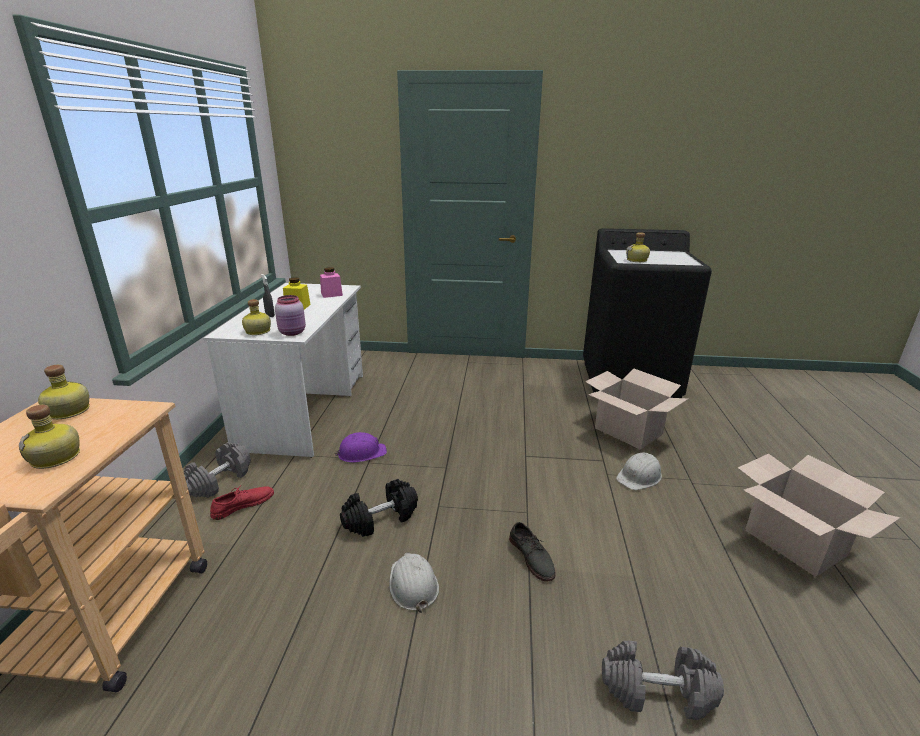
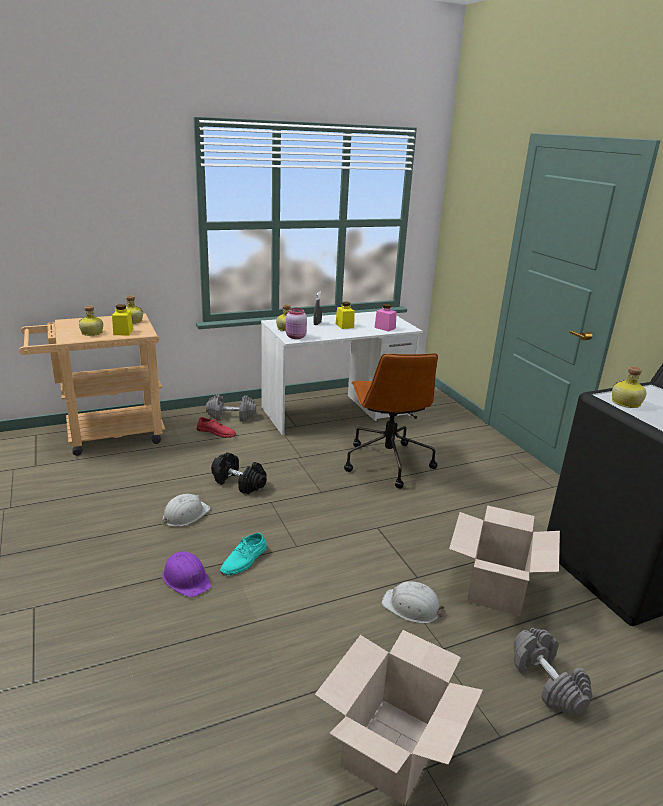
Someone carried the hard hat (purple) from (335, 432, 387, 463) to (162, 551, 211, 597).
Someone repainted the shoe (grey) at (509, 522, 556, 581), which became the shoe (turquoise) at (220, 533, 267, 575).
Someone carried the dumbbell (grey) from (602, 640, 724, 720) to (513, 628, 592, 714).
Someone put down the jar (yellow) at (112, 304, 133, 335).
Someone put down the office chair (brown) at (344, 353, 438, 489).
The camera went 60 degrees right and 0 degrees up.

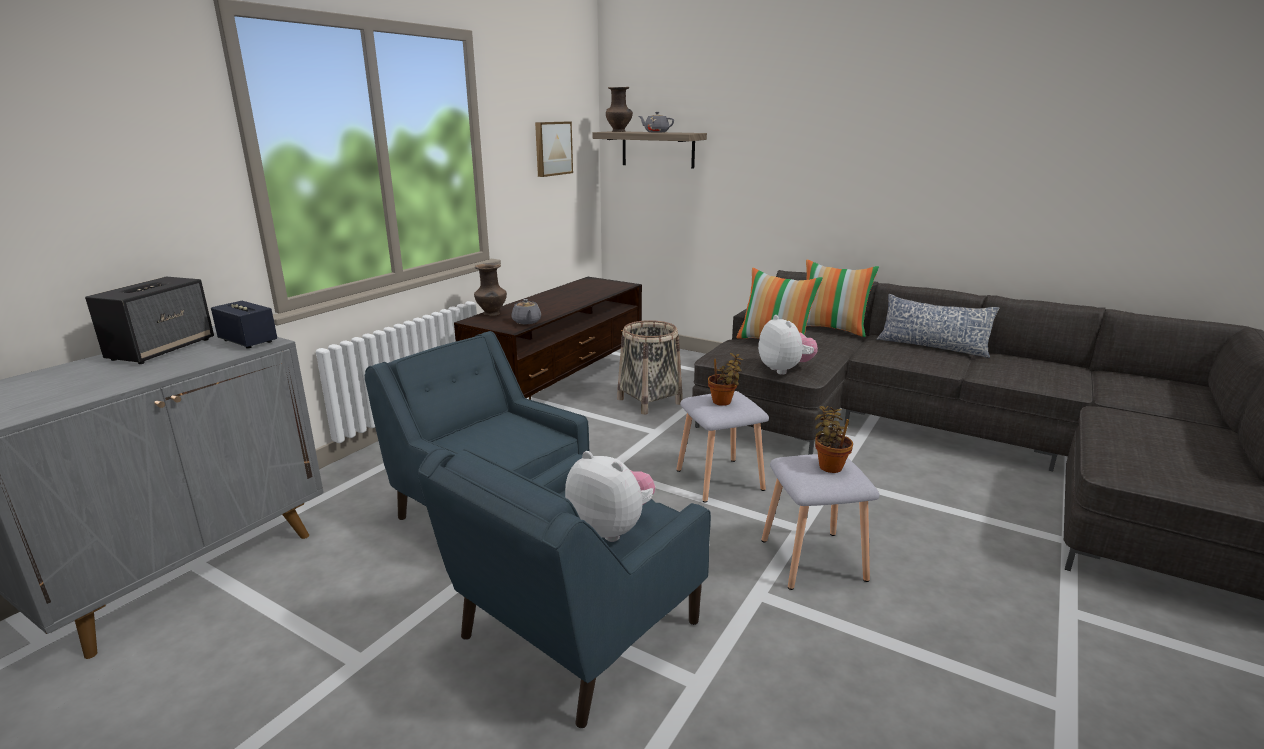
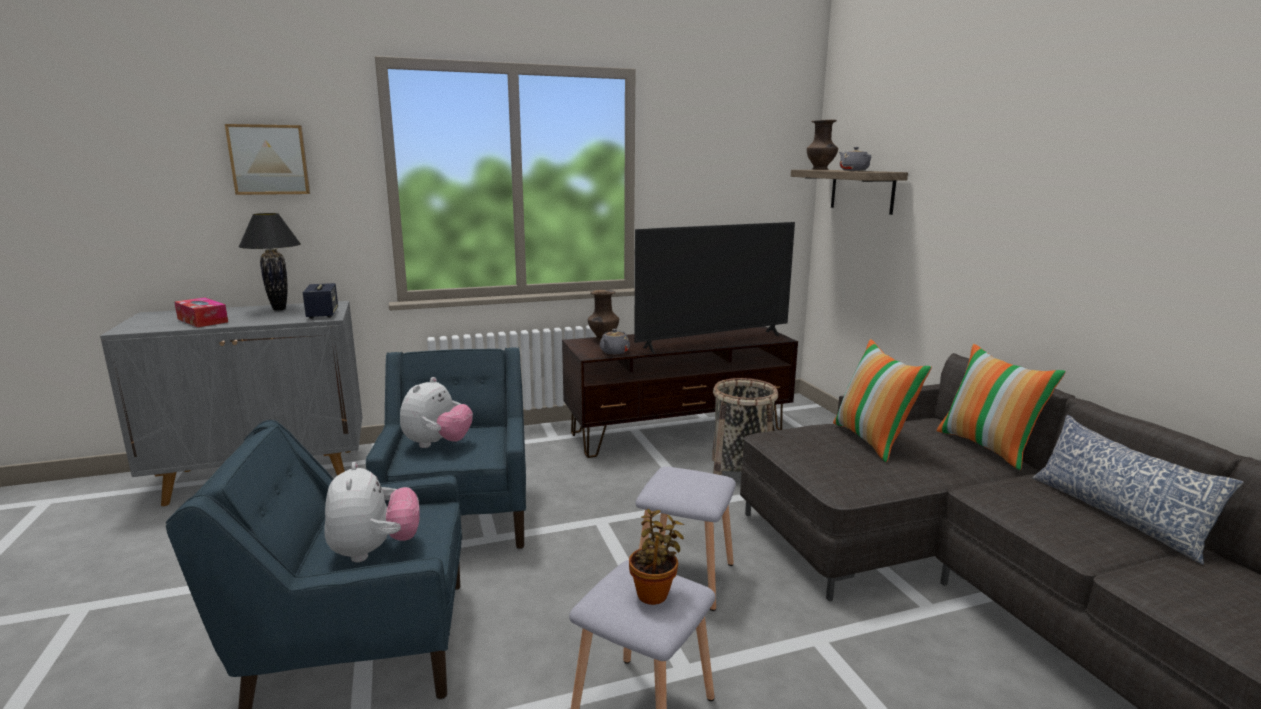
Someone carried the picture from (535, 122, 573, 177) to (225, 124, 310, 195).
Someone swapped the speaker at (85, 277, 214, 364) for the table lamp (black) at (238, 213, 301, 311).
Someone carried the plush toy from (758, 315, 818, 375) to (400, 377, 473, 448).
Someone took away the potted plant at (708, 353, 743, 406).
Someone put down the television at (634, 222, 795, 353).
Someone put down the tissue box at (174, 297, 228, 327).
The camera went 40 degrees right and 5 degrees down.

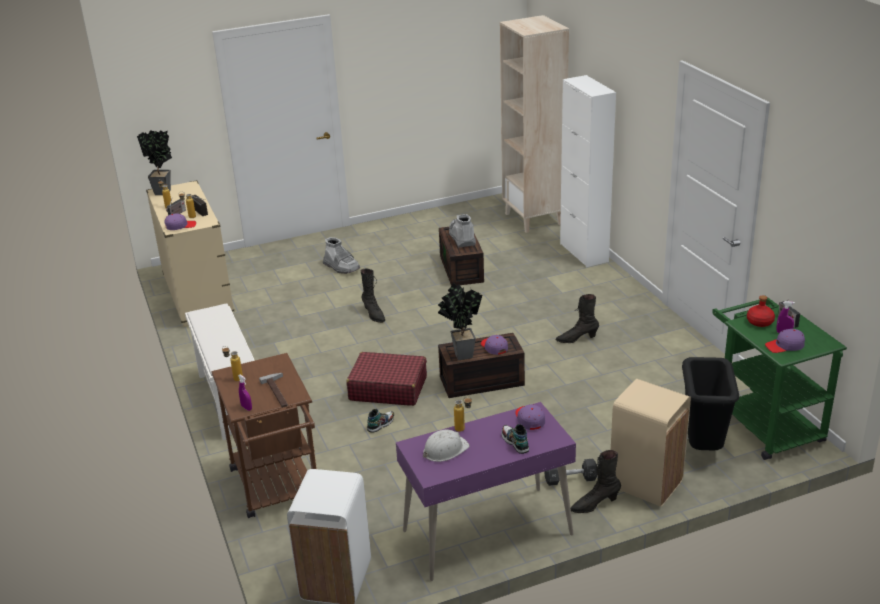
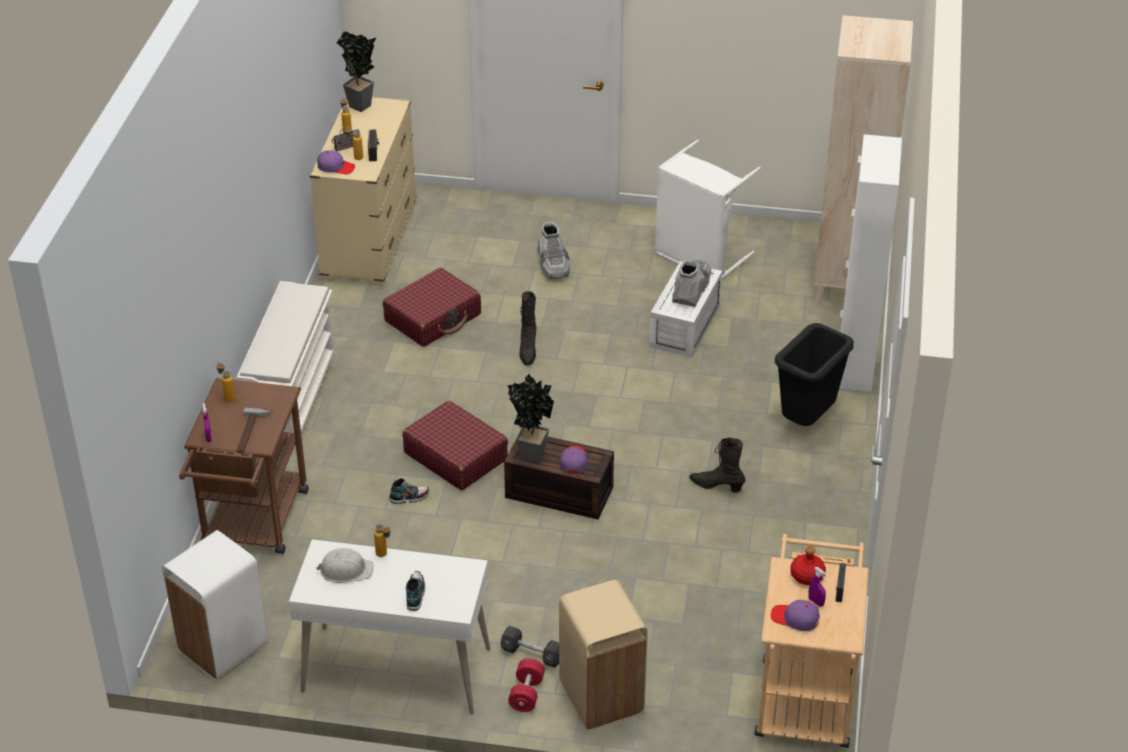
Someone repainted the storage box (brown) at (439, 227, 484, 286), which became the storage box (white) at (649, 261, 722, 358).
Someone repainted the cart (green) at (712, 296, 847, 460), which became the cart (beige) at (755, 534, 869, 748).
Someone carried the trash can (black) from (682, 357, 739, 451) to (775, 323, 854, 426).
Someone repainted the desk (purple) at (396, 402, 576, 581), which became the desk (white) at (289, 539, 490, 715).
Someone took away the cap (purple) at (515, 405, 545, 430).
Someone swapped the boot (black) at (571, 450, 621, 513) for the dumbbell (red) at (508, 658, 545, 712).
Someone put down the laundry basket (white) at (655, 140, 761, 279).
Someone put down the suitcase (red) at (383, 268, 481, 347).
The camera went 30 degrees right and 10 degrees up.

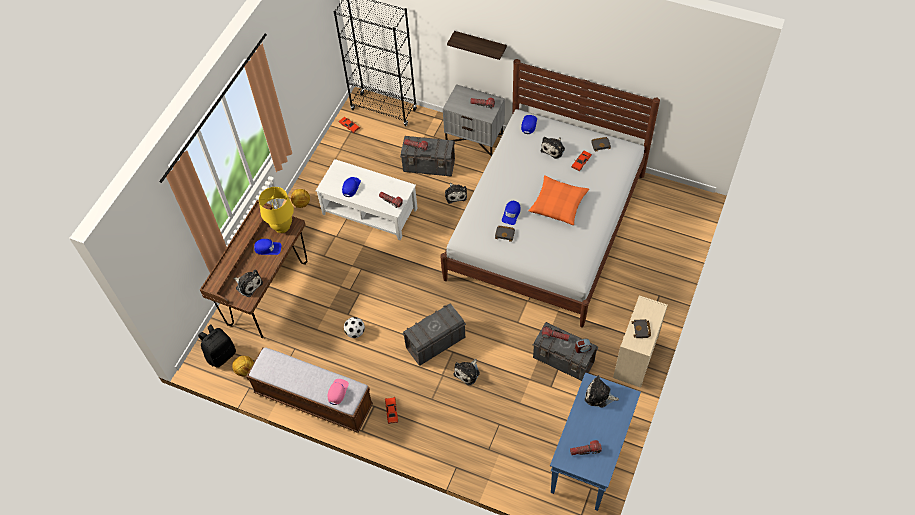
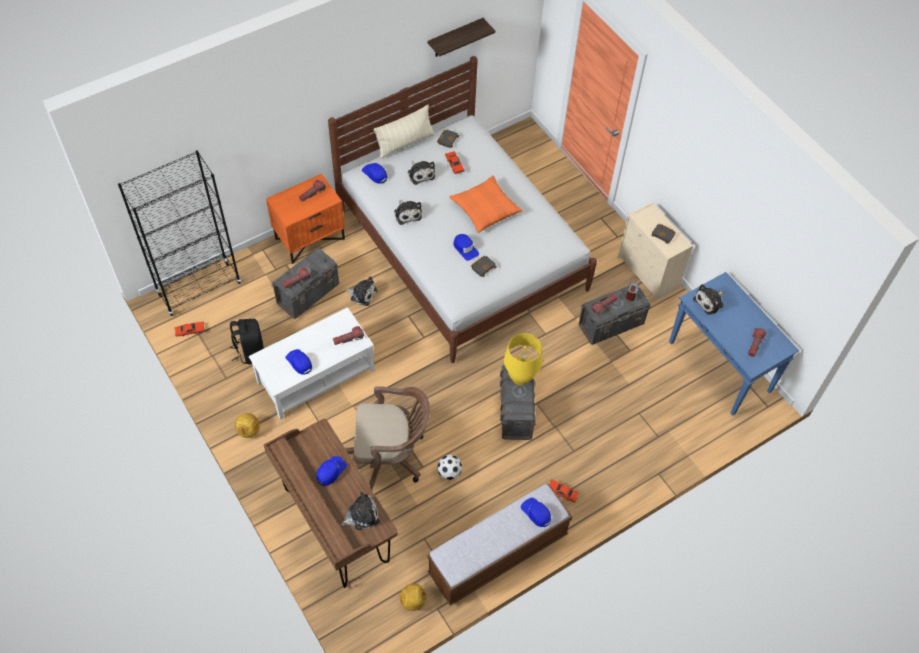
Someone carried the shelf from (447, 31, 507, 60) to (428, 18, 495, 57).
Someone repainted the nightstand (grey) at (443, 84, 505, 156), which became the nightstand (orange) at (266, 174, 345, 264).
Someone carried the table lamp (yellow) from (259, 187, 294, 233) to (504, 333, 542, 385).
Someone carried the backpack (black) from (198, 324, 236, 368) to (230, 319, 264, 364).
Someone carried the plush toy from (453, 359, 480, 385) to (394, 200, 422, 225).
Someone repainted the cap (pink) at (327, 379, 349, 405), which became the cap (blue) at (521, 498, 551, 527).
Someone put down the pillow (beige) at (374, 105, 435, 159).
Someone put down the office chair (brown) at (345, 386, 430, 490).
The camera went 60 degrees left and 0 degrees up.

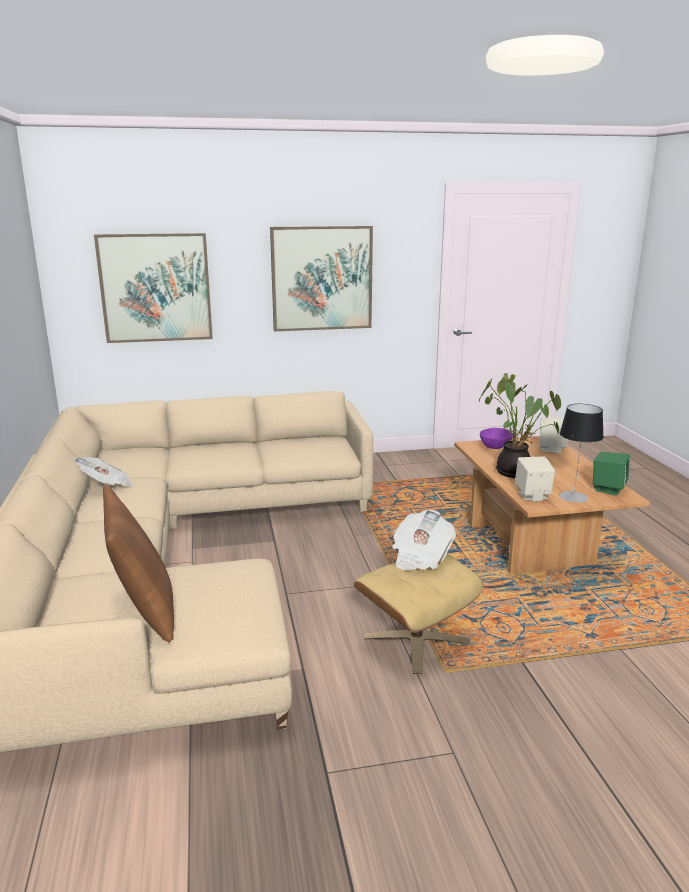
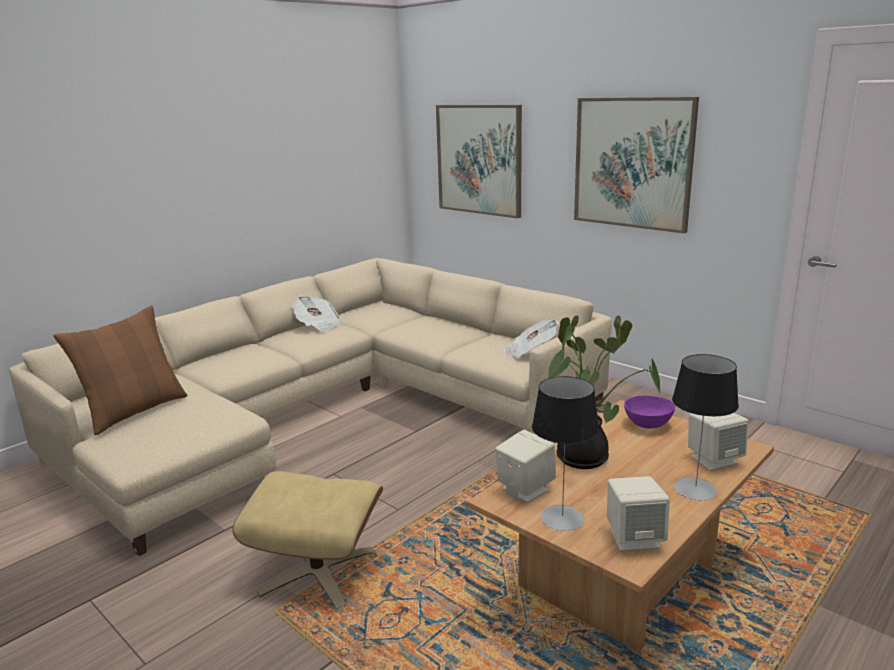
Someone repainted the speaker (green) at (593, 452, 630, 496), which became the speaker (beige) at (607, 476, 670, 551).
Someone carried the newspaper from (393, 510, 456, 570) to (502, 319, 559, 358).
Someone put down the table lamp at (672, 354, 739, 501).
The camera went 55 degrees right and 0 degrees up.

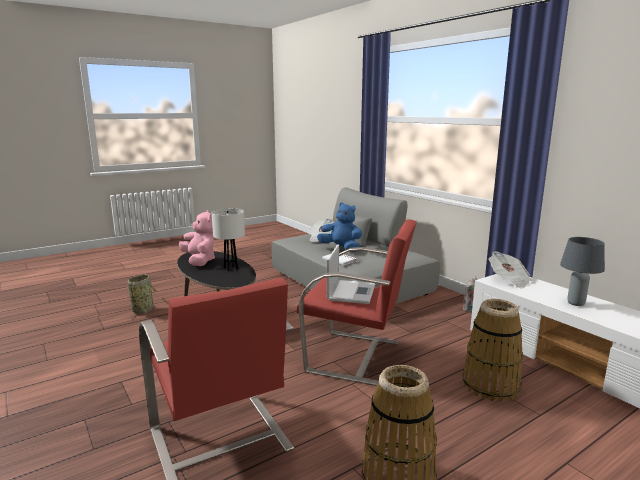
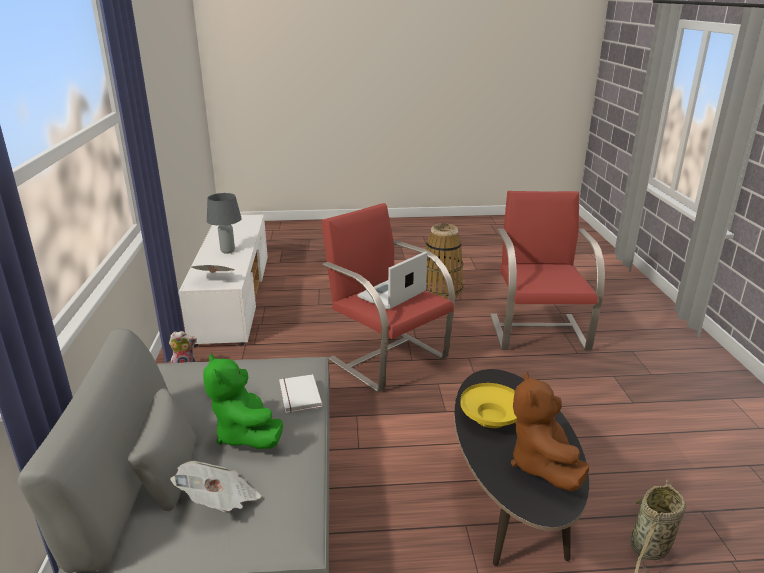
Someone repainted the plush toy (blue) at (317, 202, 362, 252), which became the plush toy (green) at (203, 354, 283, 449).
Someone swapped the table lamp (white) at (211, 208, 245, 271) for the bowl (yellow) at (460, 383, 517, 428).
Someone repainted the plush toy (pink) at (179, 210, 215, 266), which became the plush toy (brown) at (511, 372, 589, 491).
Someone took away the basket at (463, 299, 523, 402).
The camera went 150 degrees left and 10 degrees up.

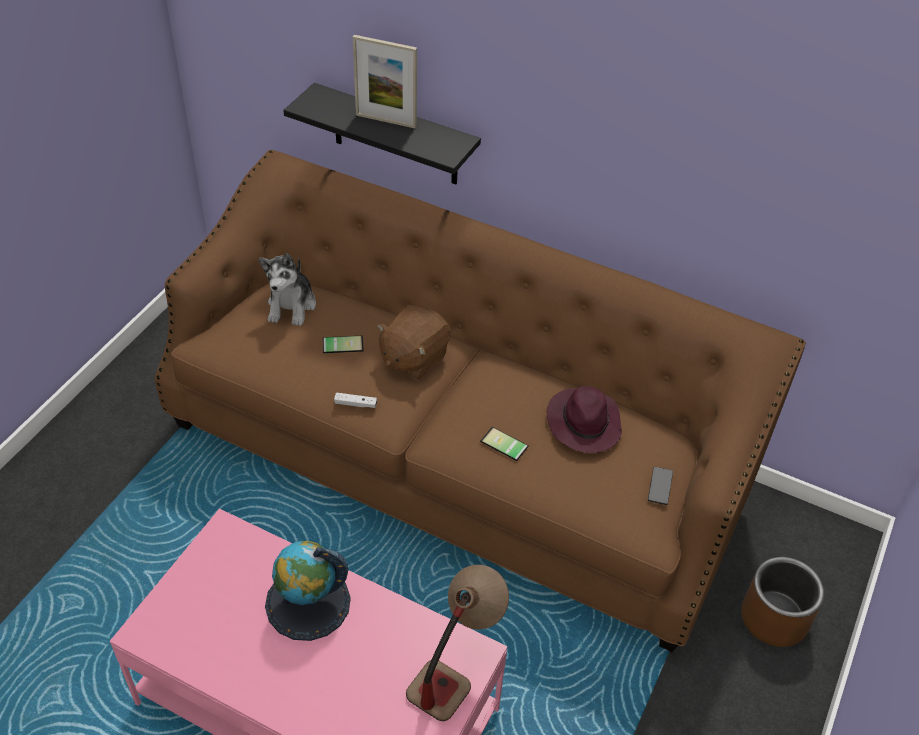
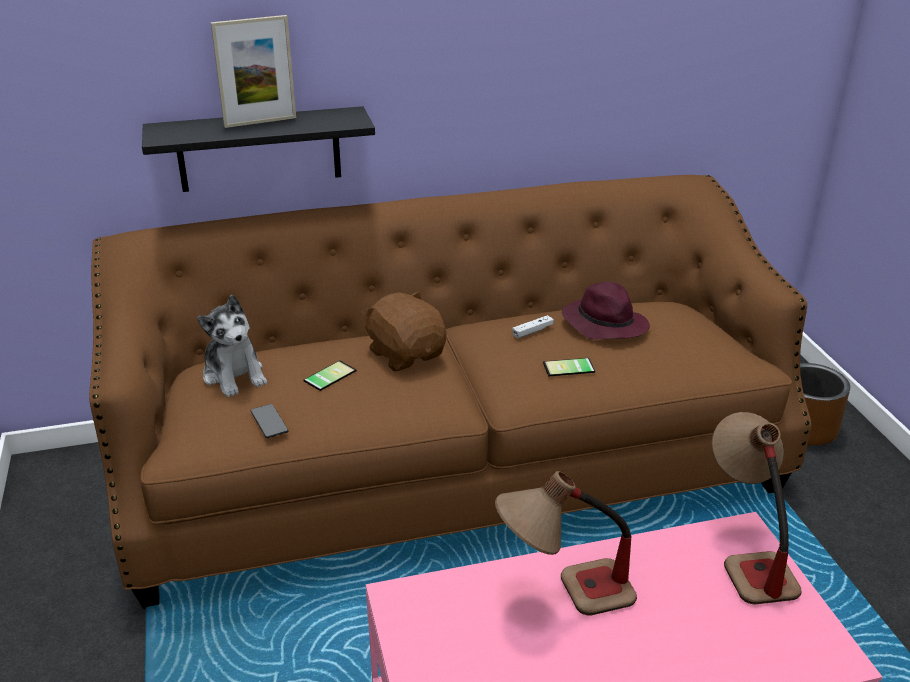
Someone rotated the plush toy (brown) at (377, 305, 451, 380) by 150 degrees clockwise.
Someone carried the game controller (white) from (334, 392, 377, 408) to (512, 315, 554, 338).
Someone carried the phone from (648, 466, 673, 505) to (251, 404, 288, 438).
Someone swapped the globe at (265, 541, 351, 641) for the table lamp at (495, 471, 637, 616).
The camera went 40 degrees left and 15 degrees down.

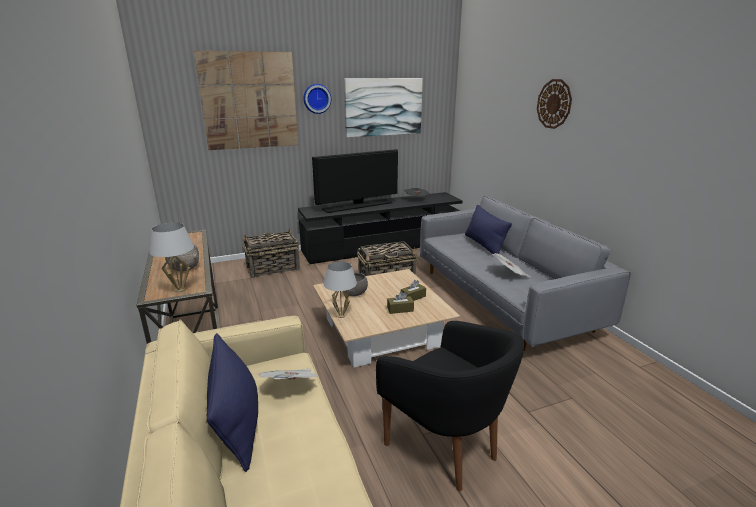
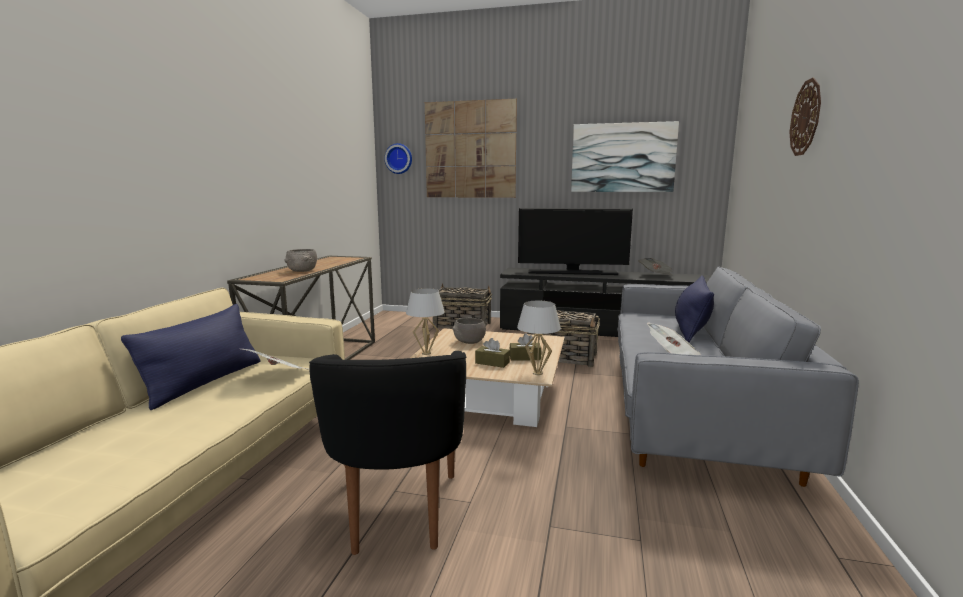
Someone carried the wall clock from (303, 84, 331, 114) to (385, 143, 412, 174).
Someone carried the table lamp (white) from (149, 223, 194, 292) to (517, 301, 561, 375).
The camera went 35 degrees right and 10 degrees down.

